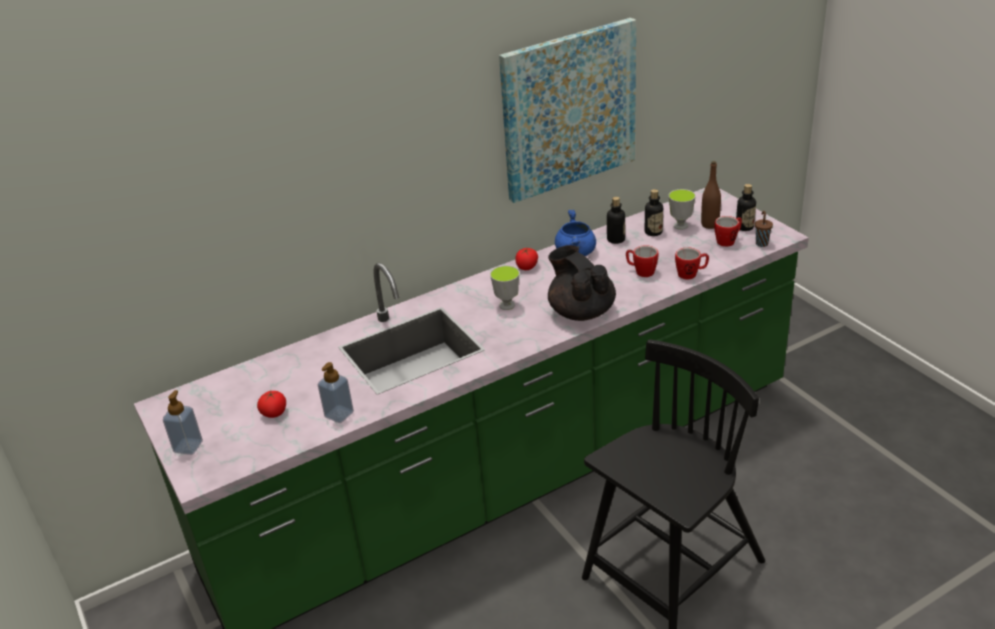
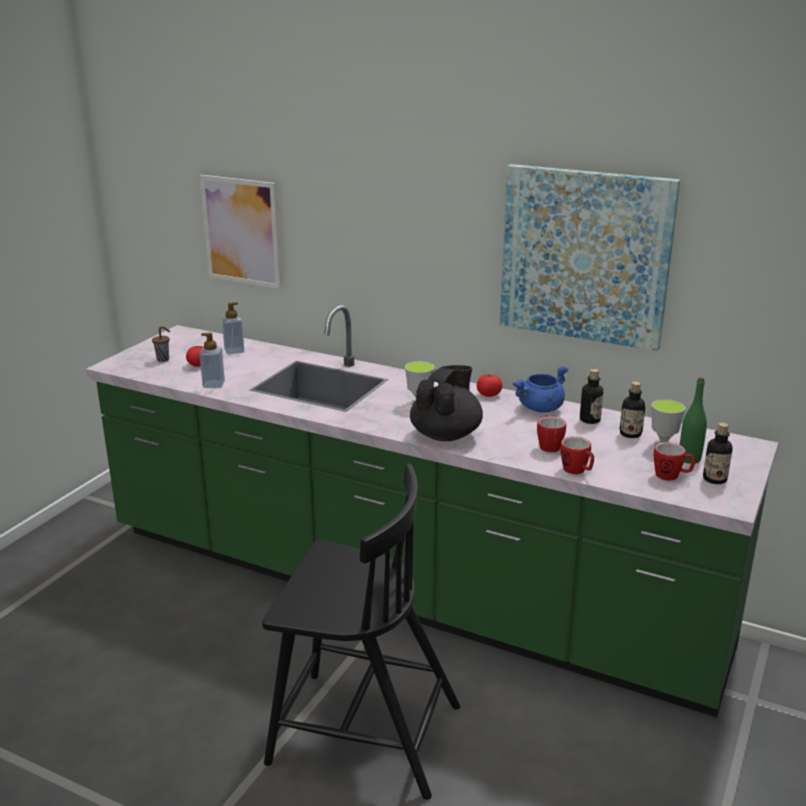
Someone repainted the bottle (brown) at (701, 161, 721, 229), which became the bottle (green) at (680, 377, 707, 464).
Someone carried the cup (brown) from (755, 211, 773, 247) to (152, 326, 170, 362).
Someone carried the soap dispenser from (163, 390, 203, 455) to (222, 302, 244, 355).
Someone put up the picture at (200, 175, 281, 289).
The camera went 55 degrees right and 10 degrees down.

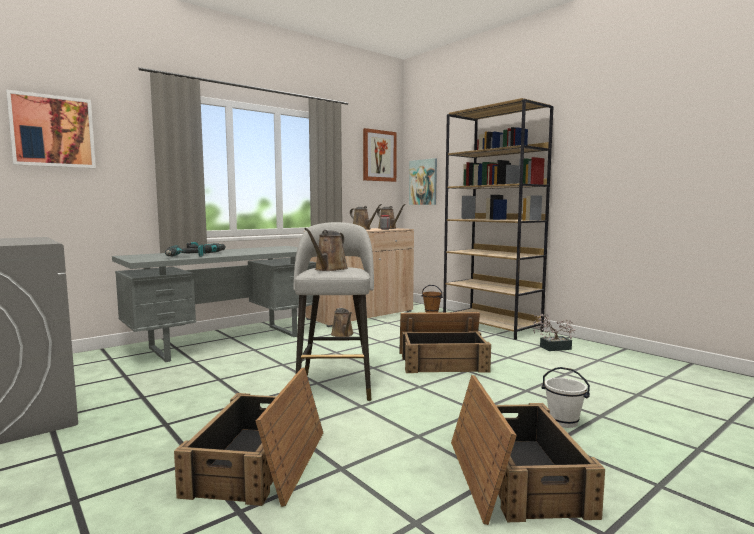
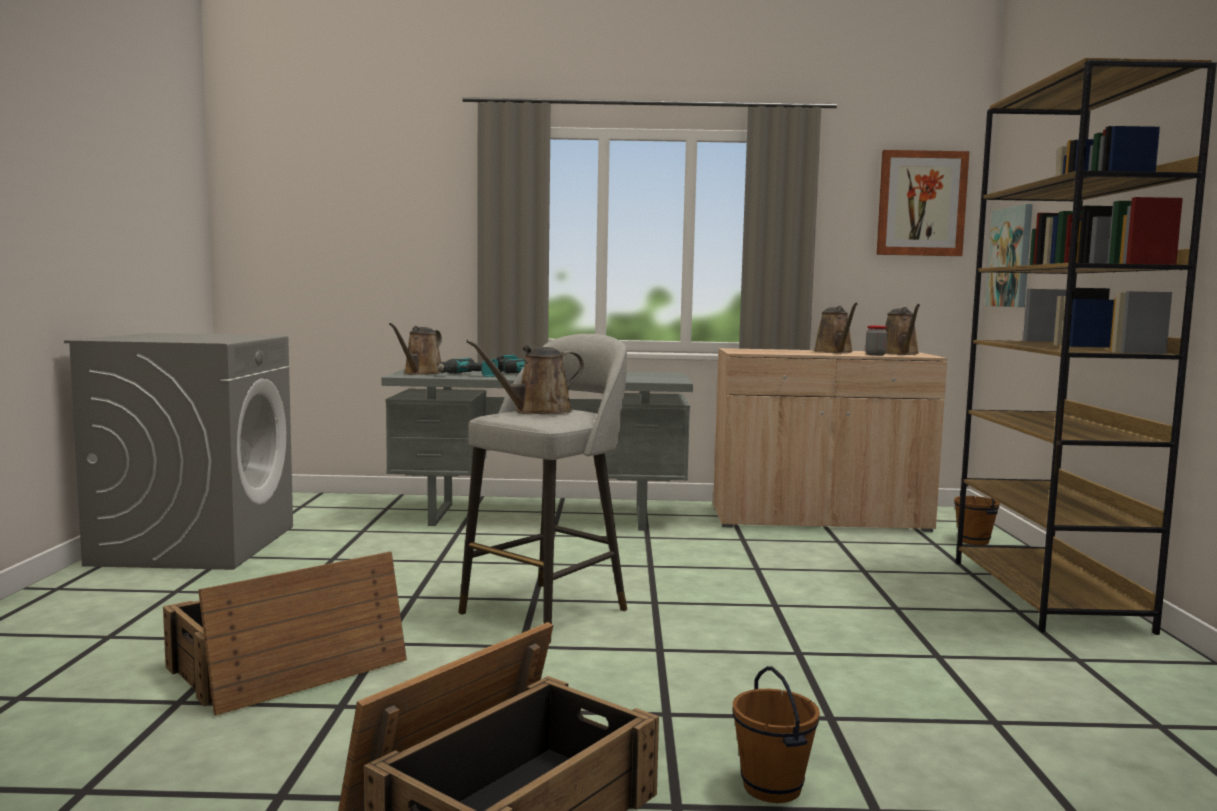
Someone took away the picture at (6, 89, 96, 168).
Someone carried the watering can (brown) from (331, 308, 354, 337) to (389, 323, 442, 375).
Someone took away the crate at (399, 312, 491, 373).
Someone took away the potted plant at (533, 313, 575, 351).
Someone repainted the bucket (white) at (542, 367, 590, 428), which became the bucket (brown) at (733, 666, 820, 803).
The camera went 40 degrees right and 0 degrees up.

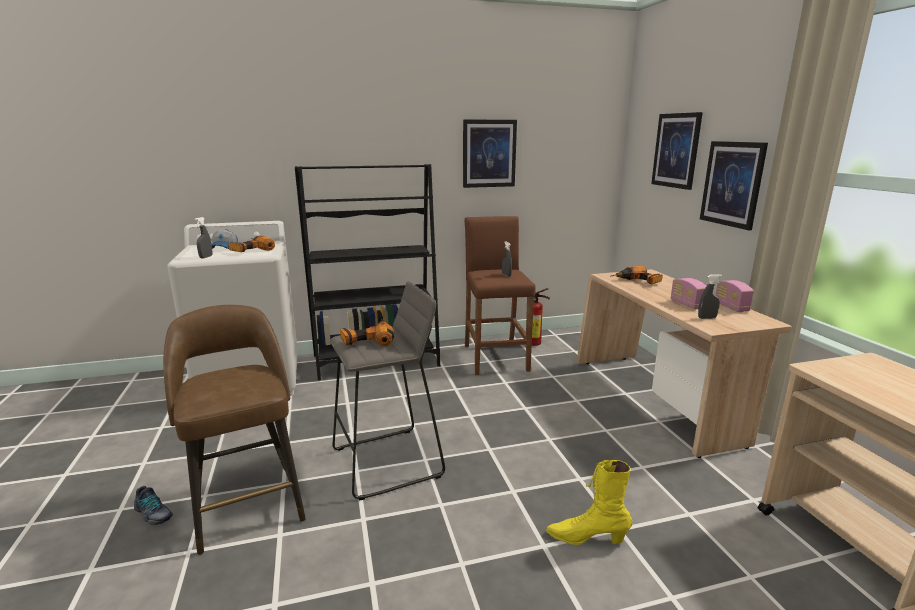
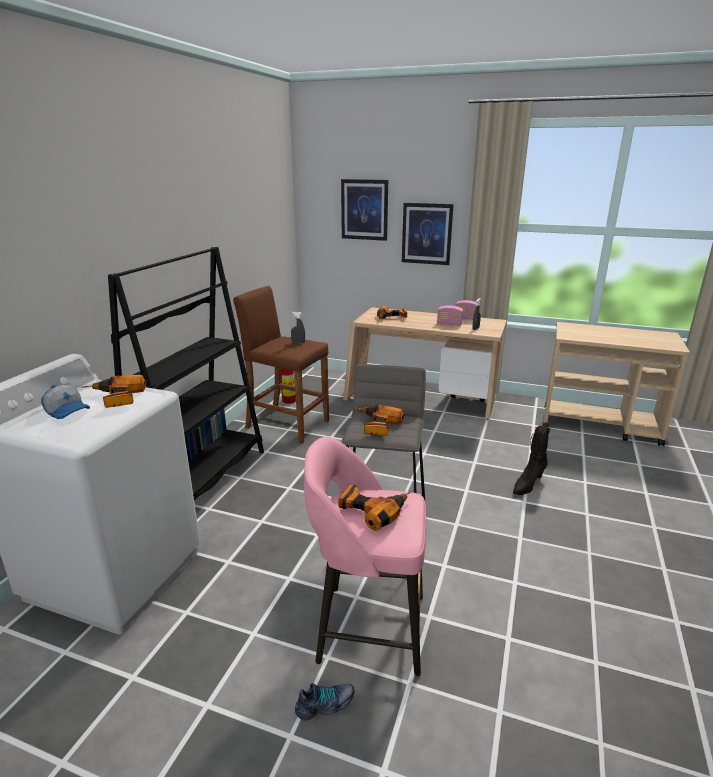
Someone took away the picture at (463, 119, 517, 188).
Someone took away the spray bottle (grey) at (195, 217, 212, 258).
Someone repainted the stool (brown) at (163, 305, 306, 555), which became the stool (pink) at (304, 436, 426, 676).
Someone repainted the boot (yellow) at (546, 460, 632, 545), which became the boot (black) at (513, 426, 550, 495).
Someone put down the power drill at (338, 485, 412, 531).
The camera went 55 degrees left and 5 degrees up.

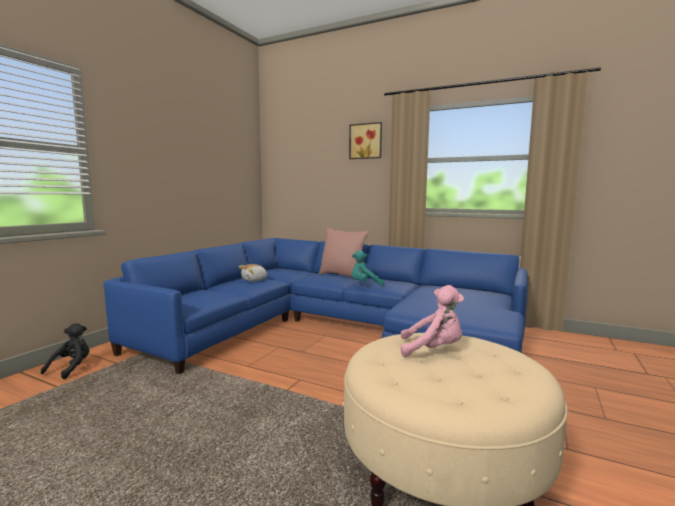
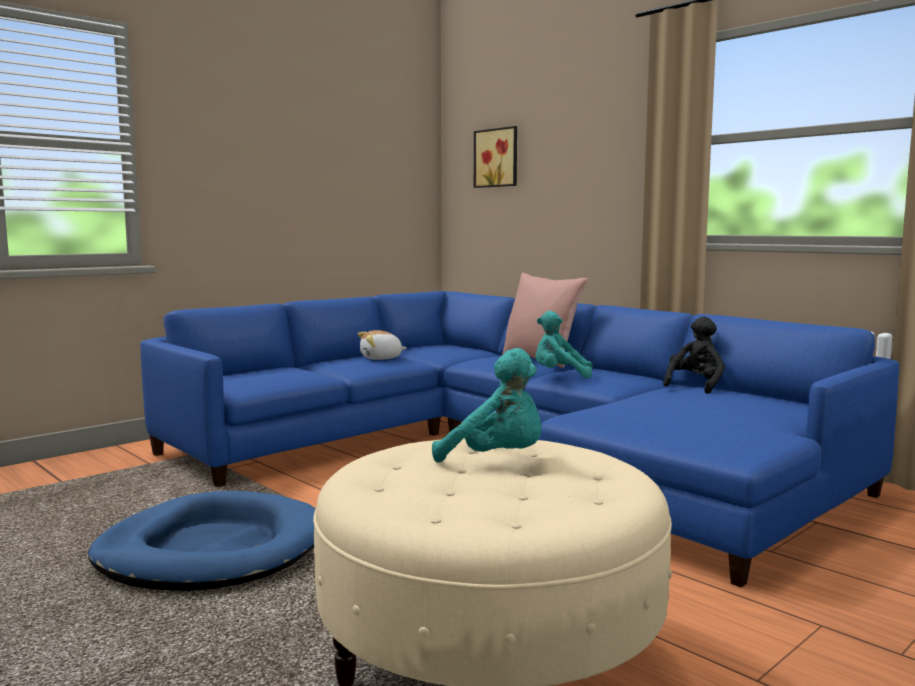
Someone carried the picture from (349, 122, 382, 159) to (474, 126, 517, 188).
Someone repainted the plush toy (pink) at (401, 285, 464, 357), which became the plush toy (turquoise) at (432, 348, 541, 462).
Someone carried the plush toy (black) from (41, 323, 89, 379) to (663, 316, 724, 394).
Someone put down the dog bed (blue) at (88, 491, 316, 591).
The camera went 20 degrees right and 0 degrees up.

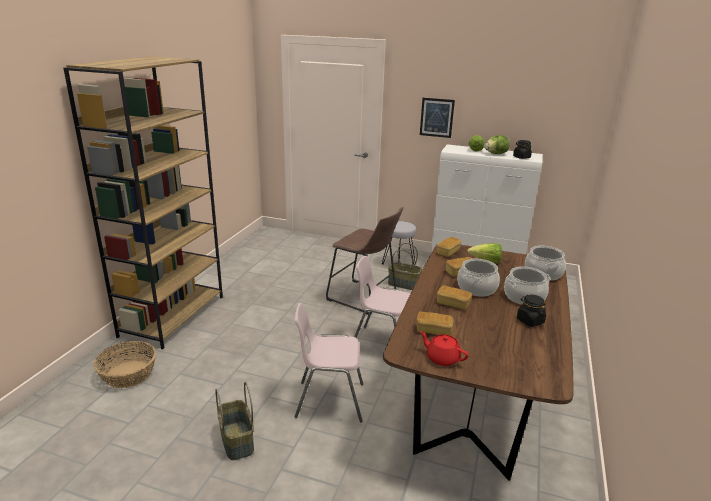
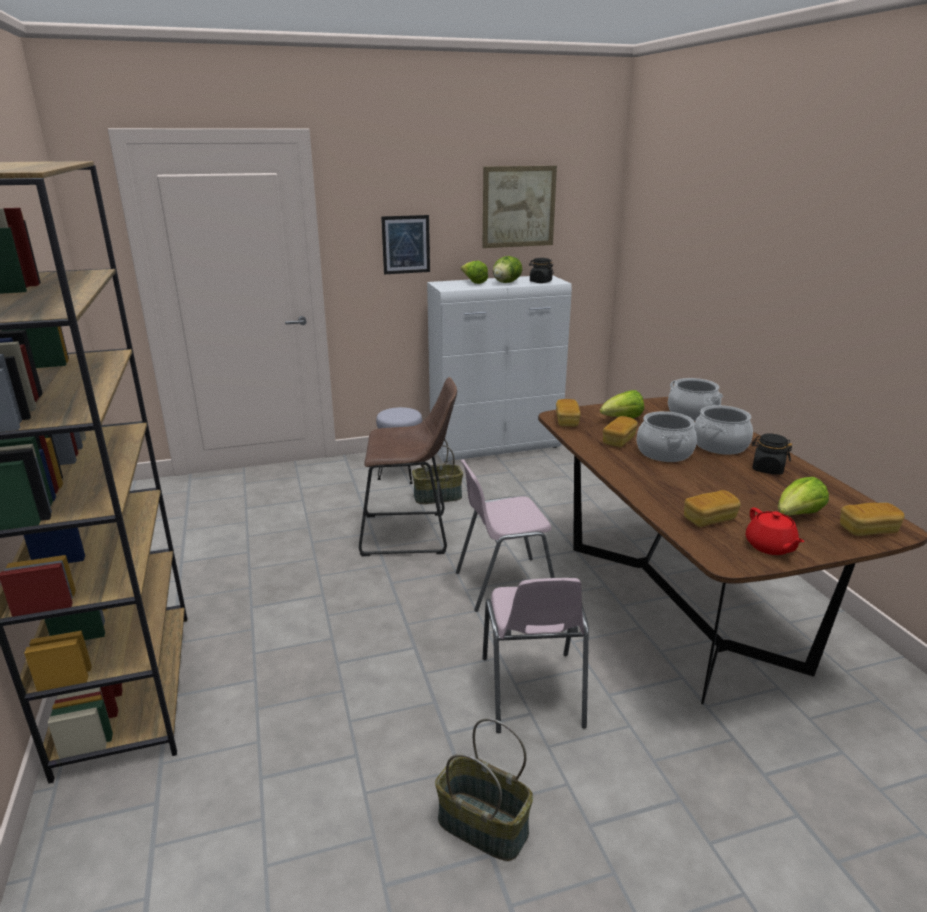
Someone carried the bread from (437, 285, 472, 310) to (840, 503, 904, 536).
Someone rotated the chair (pink) at (294, 303, 363, 422) by 60 degrees counterclockwise.
Someone rotated the teapot (red) at (419, 331, 469, 366) by 105 degrees counterclockwise.
Someone took away the basket at (93, 341, 156, 388).
Someone put up the picture at (482, 166, 557, 248).
Someone put down the lettuce at (778, 477, 829, 515).
The camera went 35 degrees left and 0 degrees up.

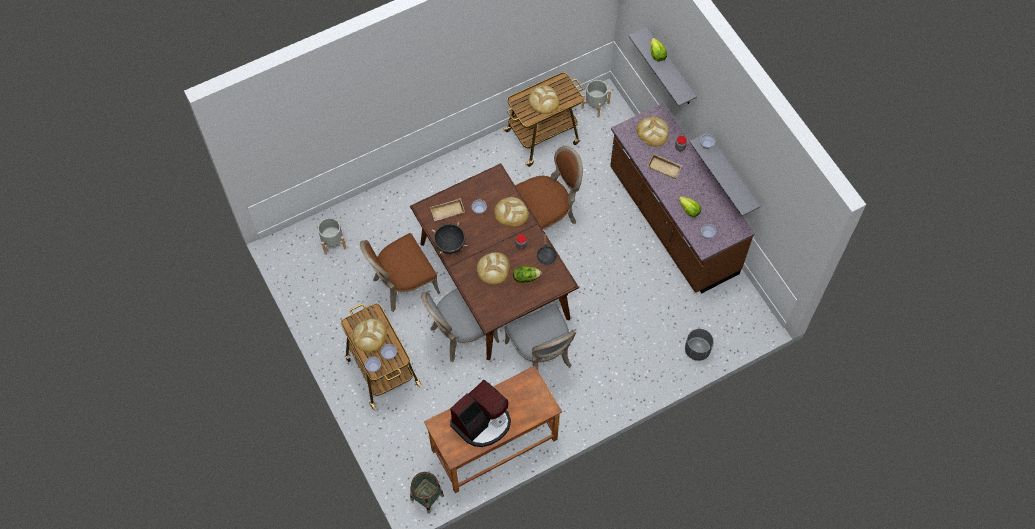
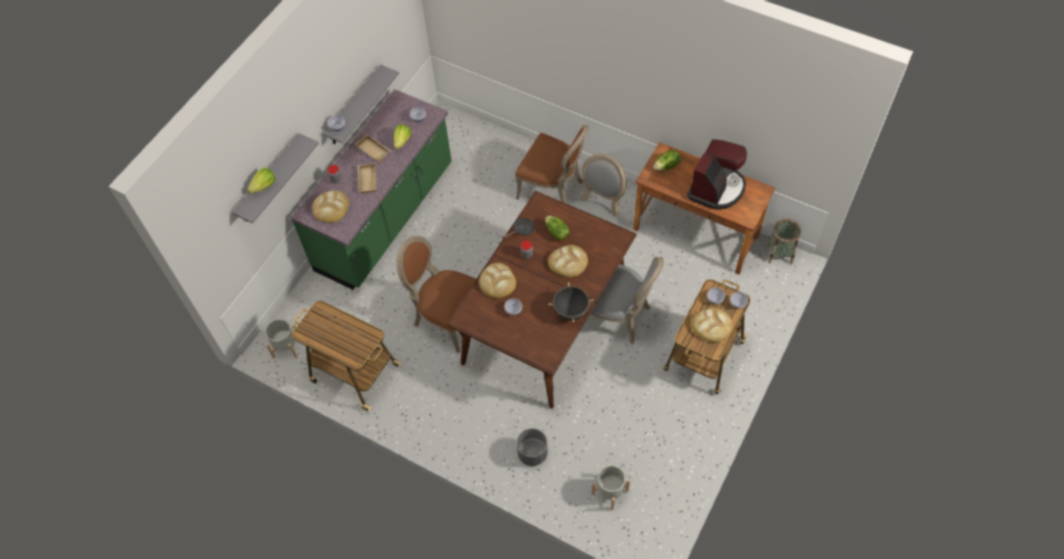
Someone took away the bread at (528, 85, 559, 114).
Someone repainted the counter (brown) at (610, 103, 755, 294), which became the counter (green) at (291, 89, 452, 290).
Someone carried the tray (beige) from (430, 198, 465, 221) to (355, 134, 391, 163).
Someone carried the chair (brown) from (360, 233, 440, 312) to (515, 125, 589, 203).
Someone carried the planter (grey) from (685, 329, 714, 361) to (517, 428, 548, 466).
Someone rotated the coffee machine at (450, 380, 511, 447) by 105 degrees clockwise.
Someone put down the lettuce at (653, 150, 681, 171).
The camera went 120 degrees left and 5 degrees down.

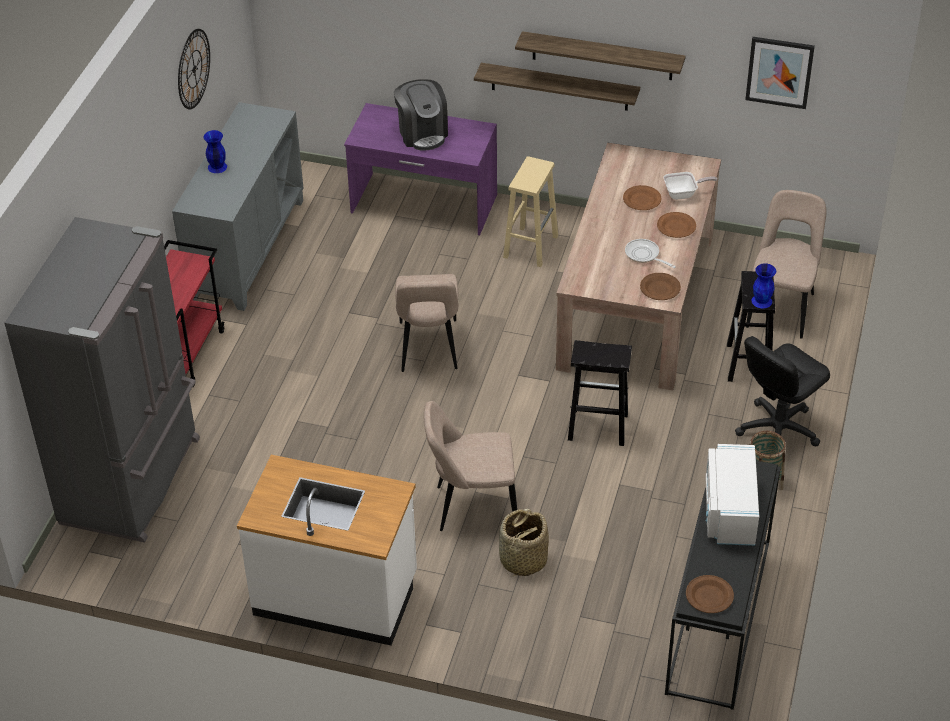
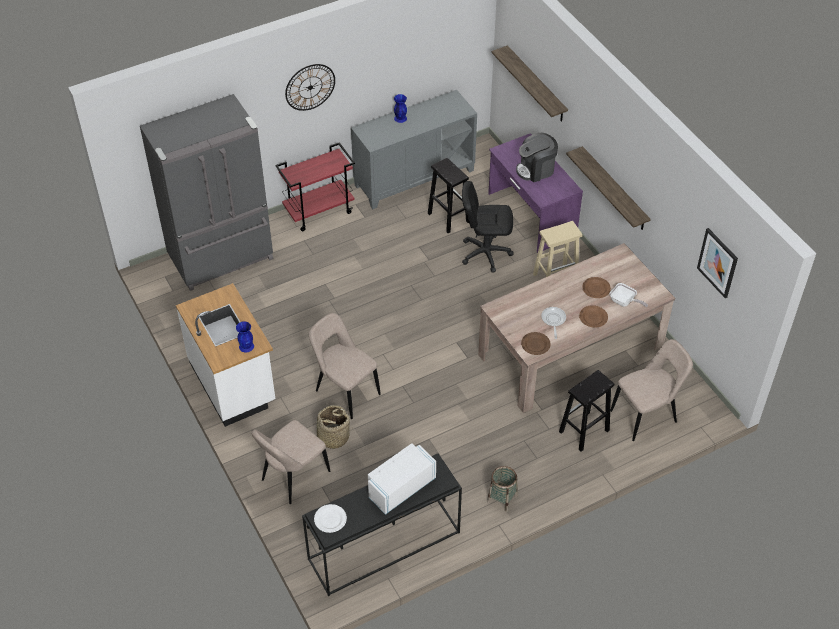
Someone carried the wall clock from (178, 29, 210, 109) to (285, 64, 335, 111).
Someone carried the shelf from (515, 31, 686, 80) to (492, 45, 568, 122).
Someone rotated the coffee machine at (394, 79, 448, 150) by 45 degrees clockwise.
Someone carried the vase (blue) from (752, 263, 776, 308) to (236, 321, 254, 353).
Someone carried the chair (beige) from (395, 274, 458, 372) to (251, 420, 330, 504).
Someone carried the office chair (black) from (735, 336, 830, 446) to (462, 181, 513, 273).
Someone carried the stool (black) from (568, 340, 632, 446) to (428, 158, 469, 233).
Someone repainted the plate (brown) at (686, 575, 734, 613), which became the plate (white) at (314, 504, 347, 533).
The camera went 45 degrees right and 5 degrees up.

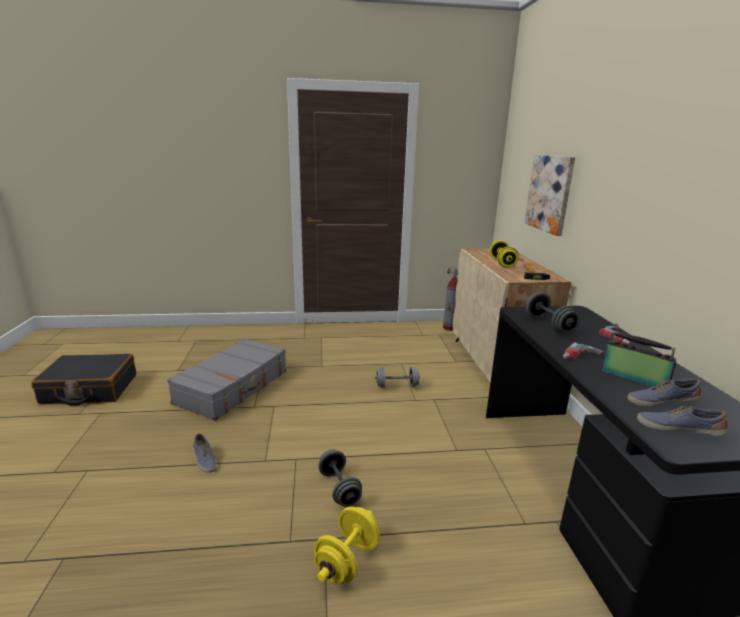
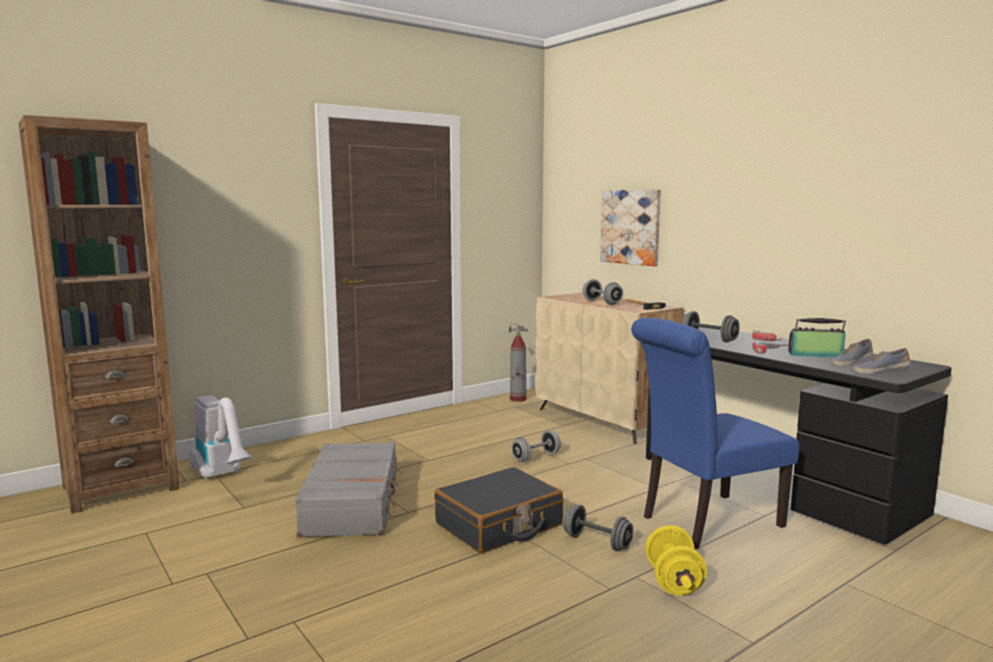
Someone repainted the dumbbell (yellow) at (490, 240, 519, 268), which became the dumbbell (grey) at (583, 279, 623, 305).
Someone carried the suitcase (black) from (31, 354, 136, 406) to (434, 467, 563, 553).
Someone took away the shoe at (193, 433, 217, 473).
Someone put down the bookcase (brown) at (19, 115, 180, 514).
Someone put down the chair (blue) at (631, 318, 800, 549).
Someone put down the vacuum cleaner at (189, 395, 253, 479).
The camera went 30 degrees left and 10 degrees down.

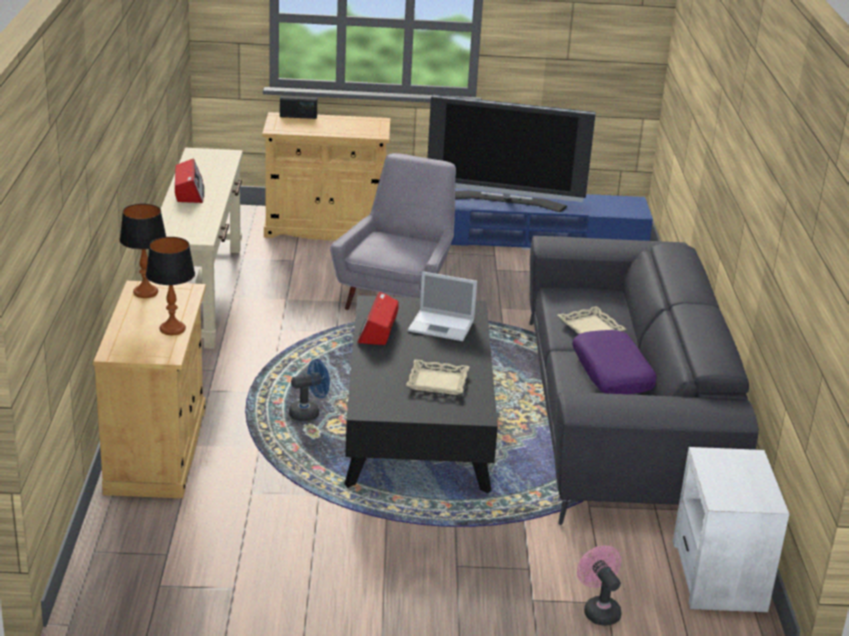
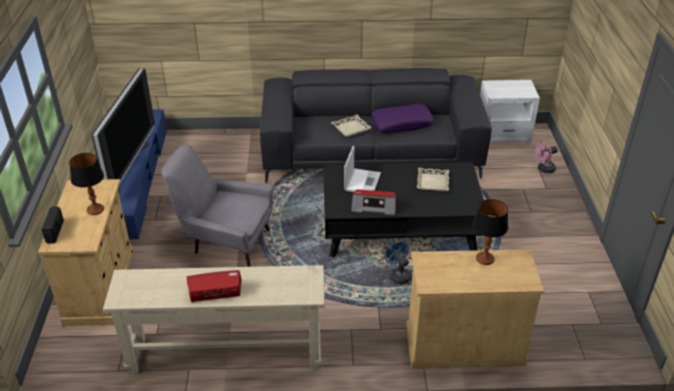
Someone carried the table lamp from (120, 204, 166, 298) to (69, 153, 104, 215).
The camera went 90 degrees left and 10 degrees up.

